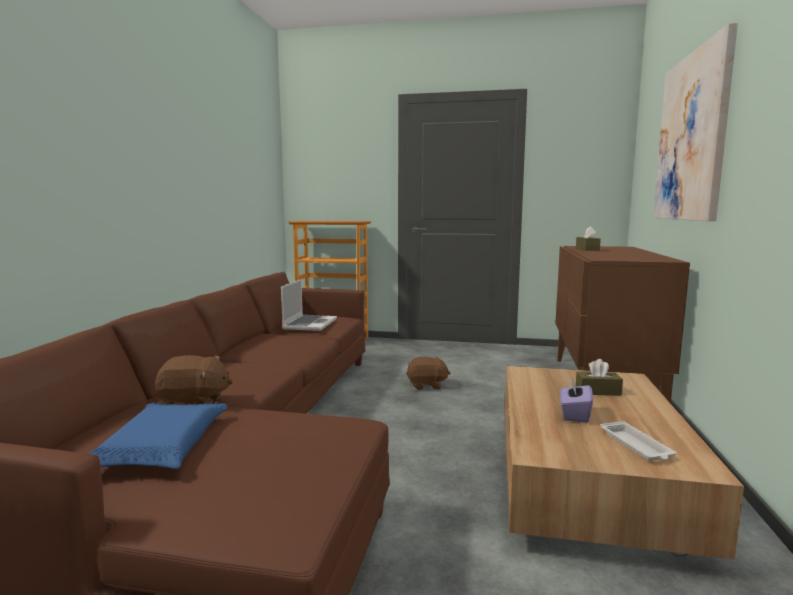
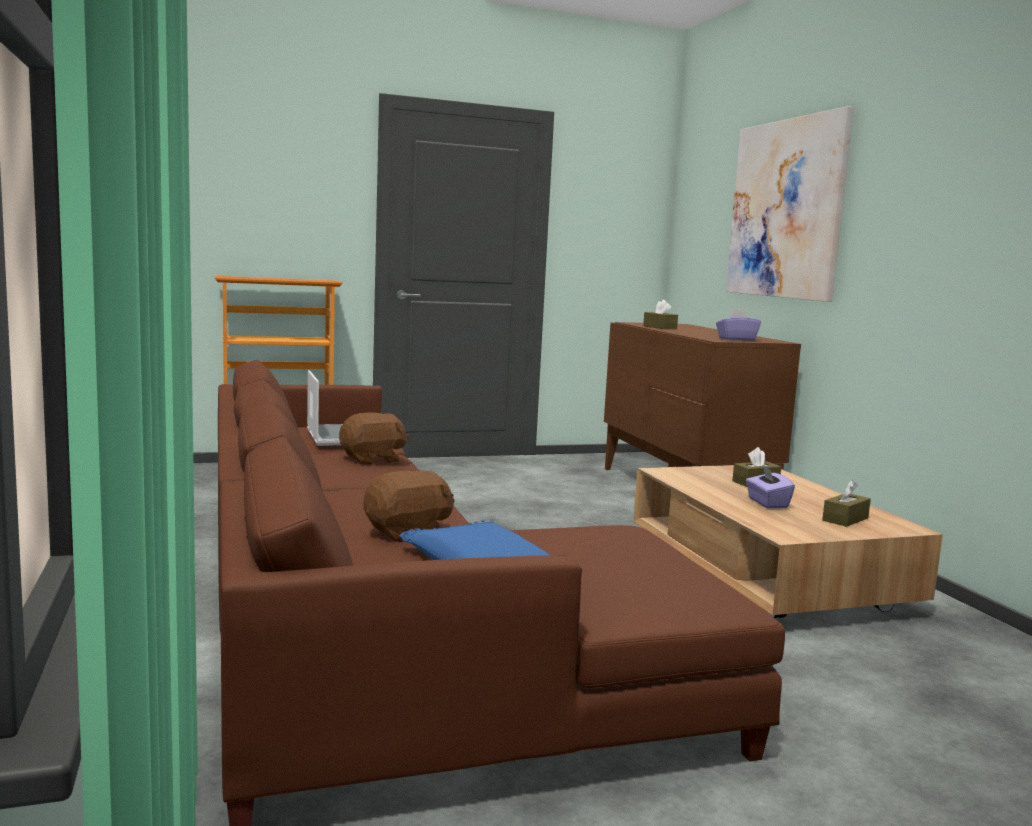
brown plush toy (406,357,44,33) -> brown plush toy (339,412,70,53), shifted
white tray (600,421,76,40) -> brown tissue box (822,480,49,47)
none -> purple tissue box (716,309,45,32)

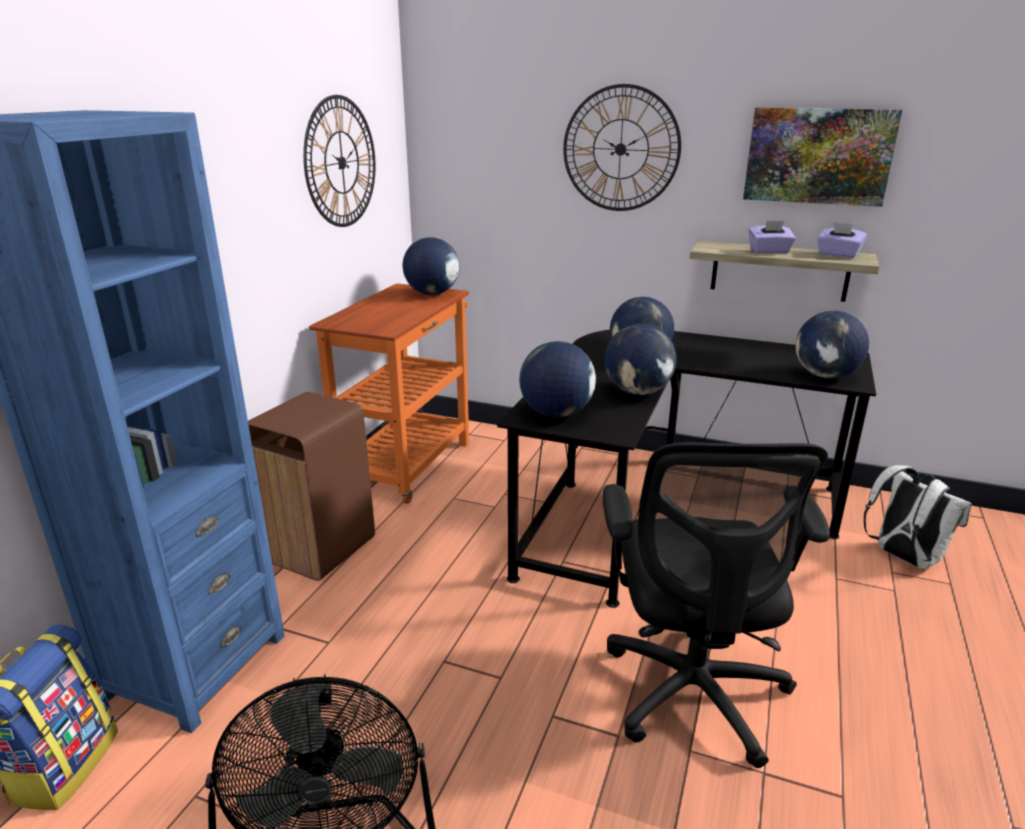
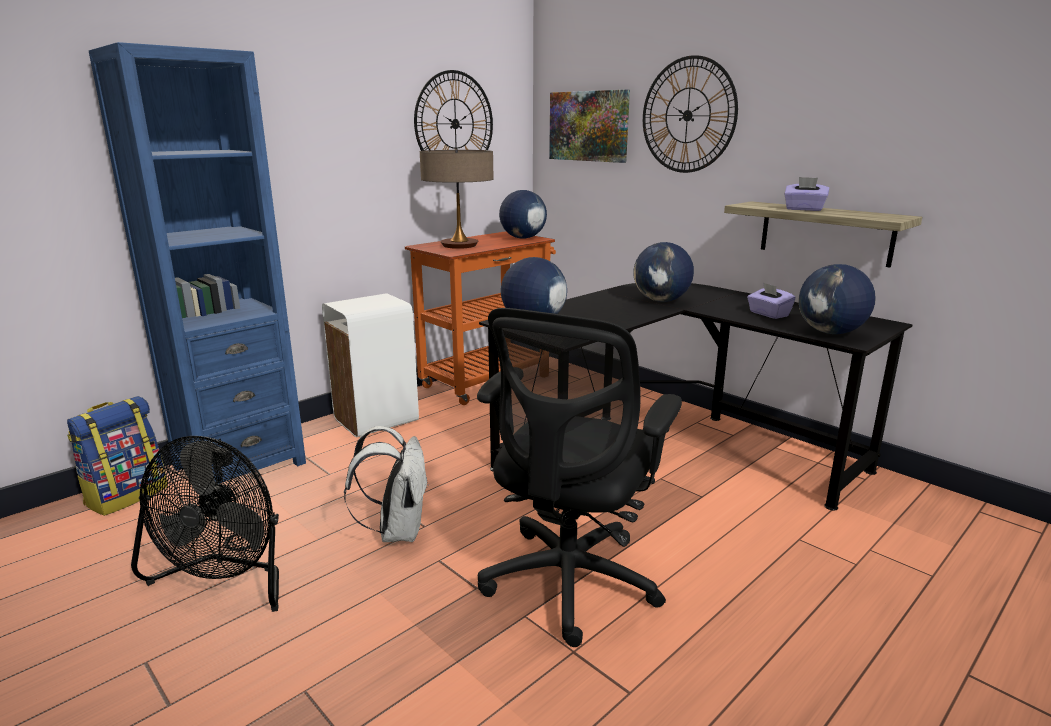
brown trash can (248,392,127,189) -> white trash can (322,293,97,144)
globe (604,324,73,71) -> none
picture (743,107,159,100) -> picture (549,90,81,73), shifted
purple tissue box (817,222,50,36) -> purple tissue box (747,282,49,37), shifted
white backpack (864,465,108,104) -> white backpack (344,426,85,116), shifted
none -> table lamp (420,149,73,100)

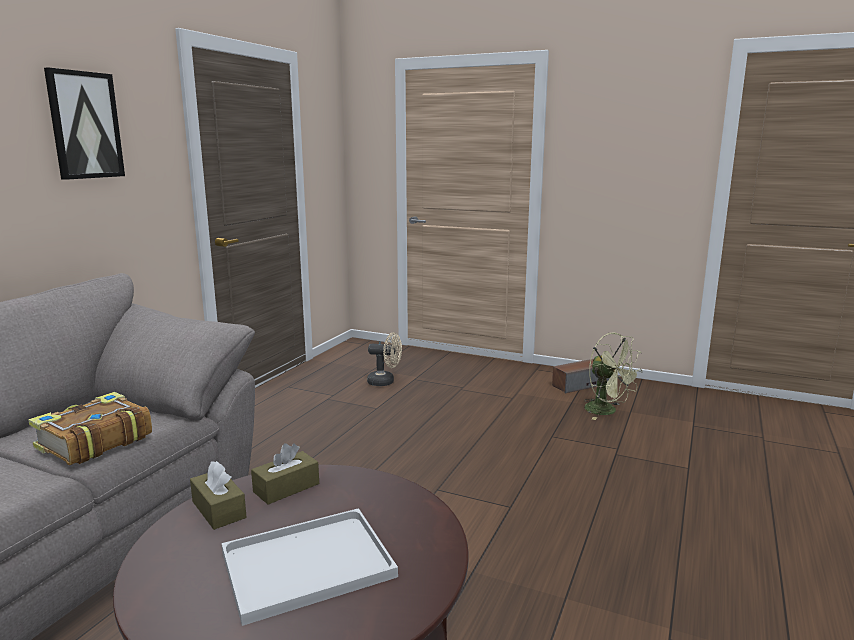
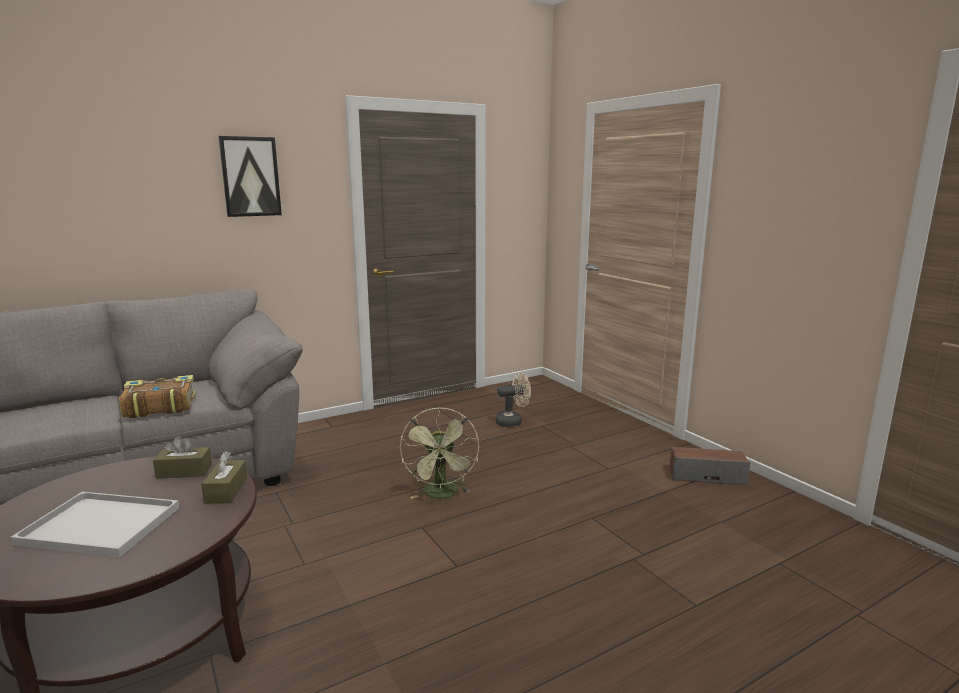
brown tissue box (190,461,56,69) -> brown tissue box (201,451,47,53), shifted
beige fan (367,333,35,53) -> beige fan (496,373,35,54), 60 degrees counterclockwise
green fan (584,332,58,88) -> green fan (400,408,79,91), shifted

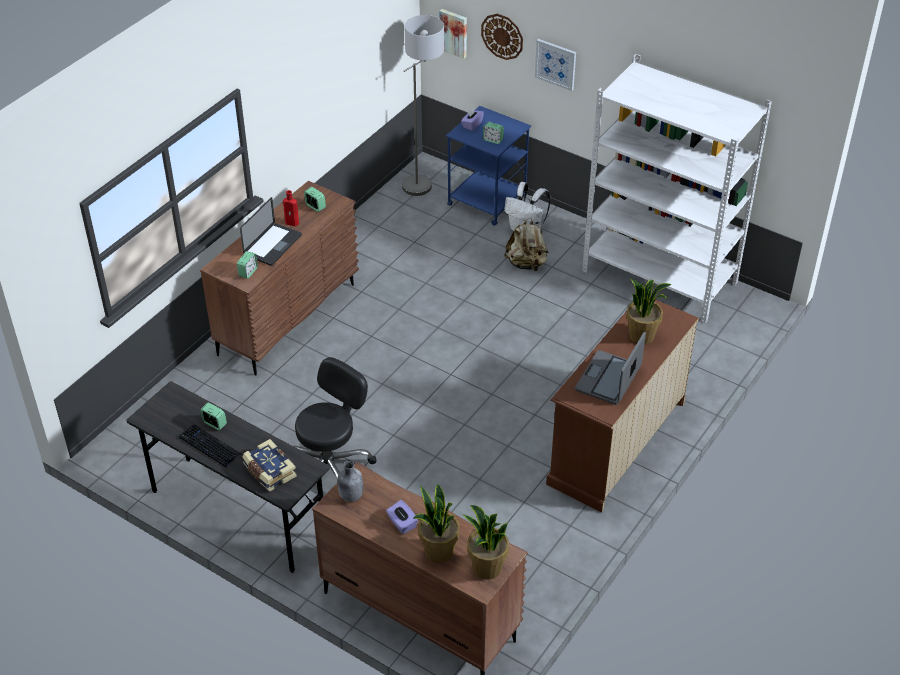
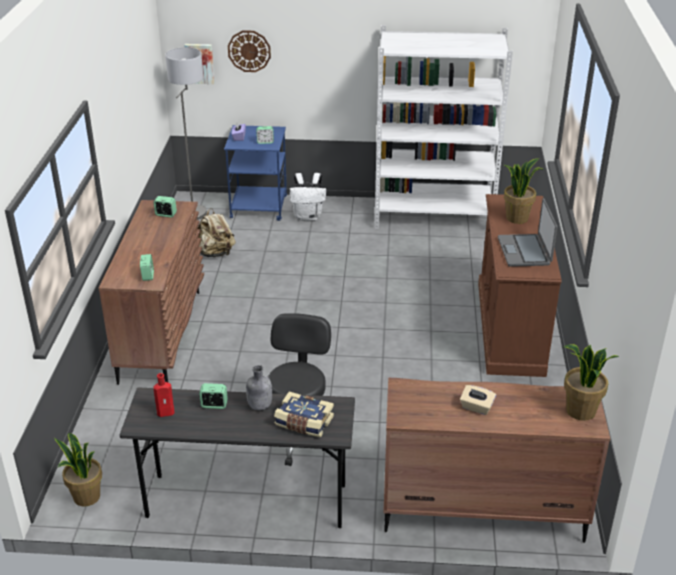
keyboard (179,424,62,44) -> none
laptop (240,197,62,69) -> none
red bottle (283,190,16,36) -> red bottle (153,373,22,44), shifted
grey bottle (337,461,26,41) -> grey bottle (246,365,26,45), shifted
purple tissue box (386,500,32,34) -> beige tissue box (460,385,36,30)
potted plant (413,484,47,79) -> potted plant (54,433,48,74), shifted
beige backpack (504,218,45,53) -> beige backpack (198,208,38,49), shifted
picture (535,39,41,52) -> none

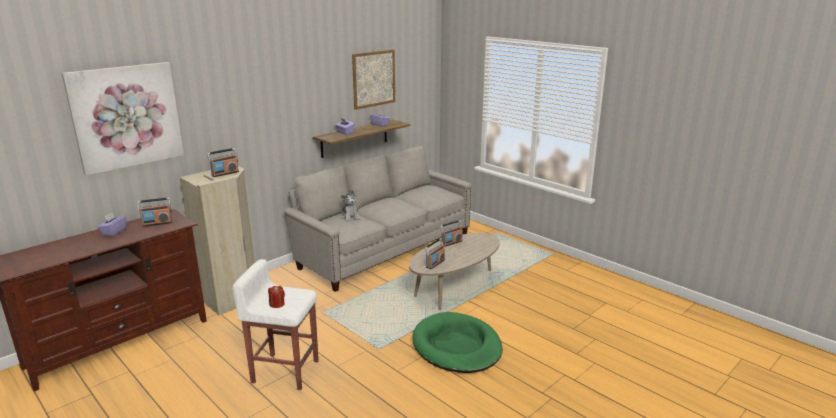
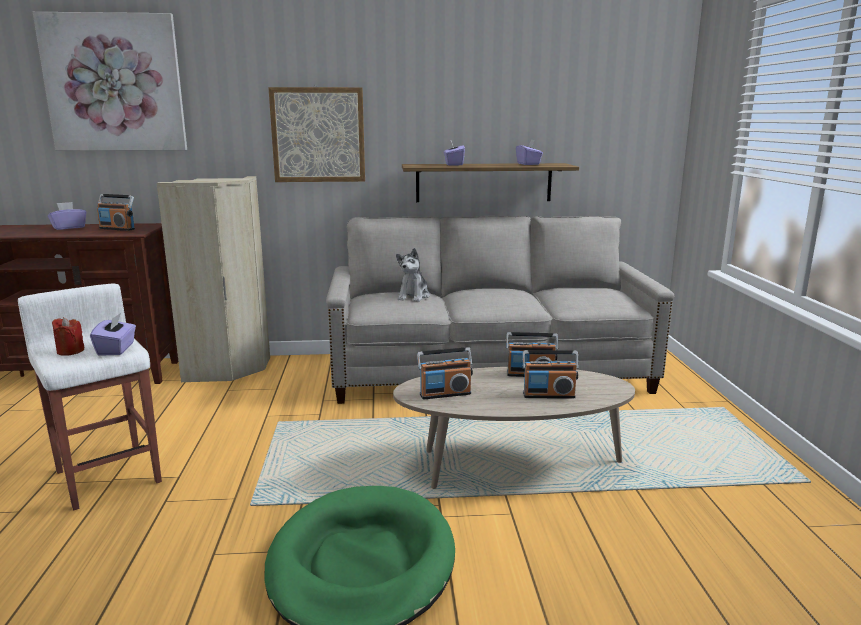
radio (207,148,32,29) -> radio (522,350,57,49), shifted
picture (352,49,43,61) -> picture (268,85,97,97), shifted
none -> purple tissue box (90,313,46,43)

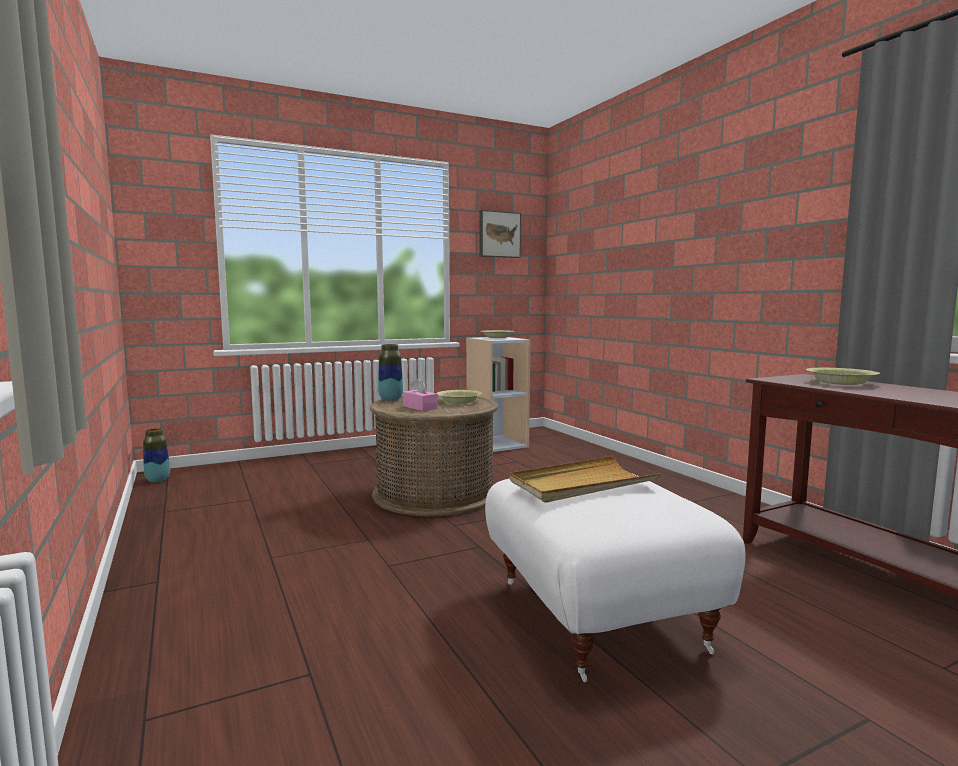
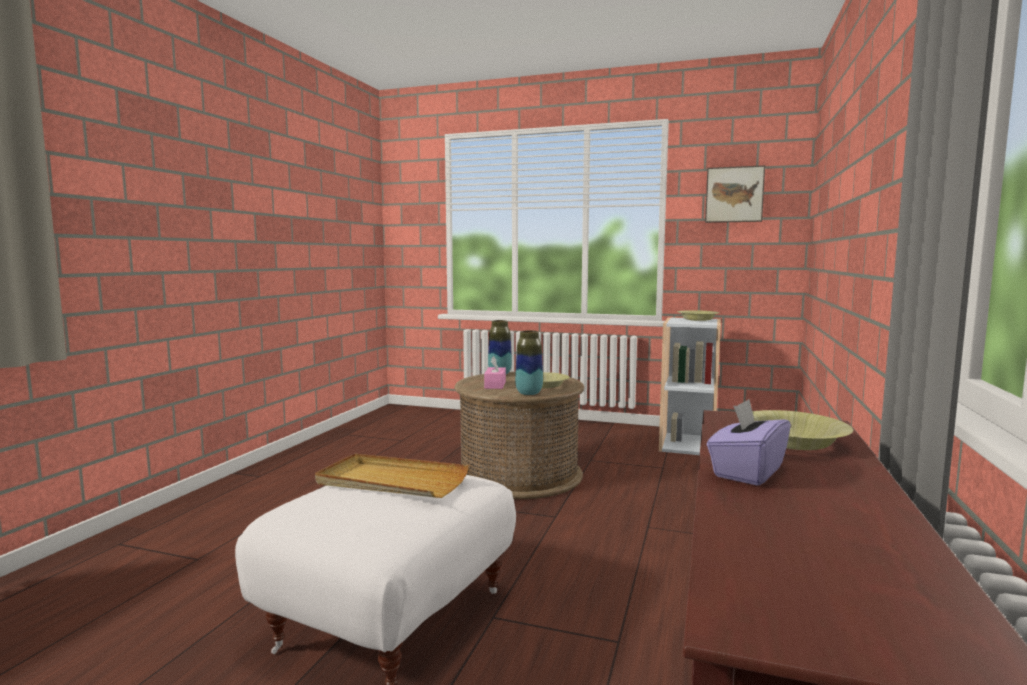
vase (143,428,27,54) -> vase (515,331,28,64), shifted
none -> purple tissue box (707,399,84,87)

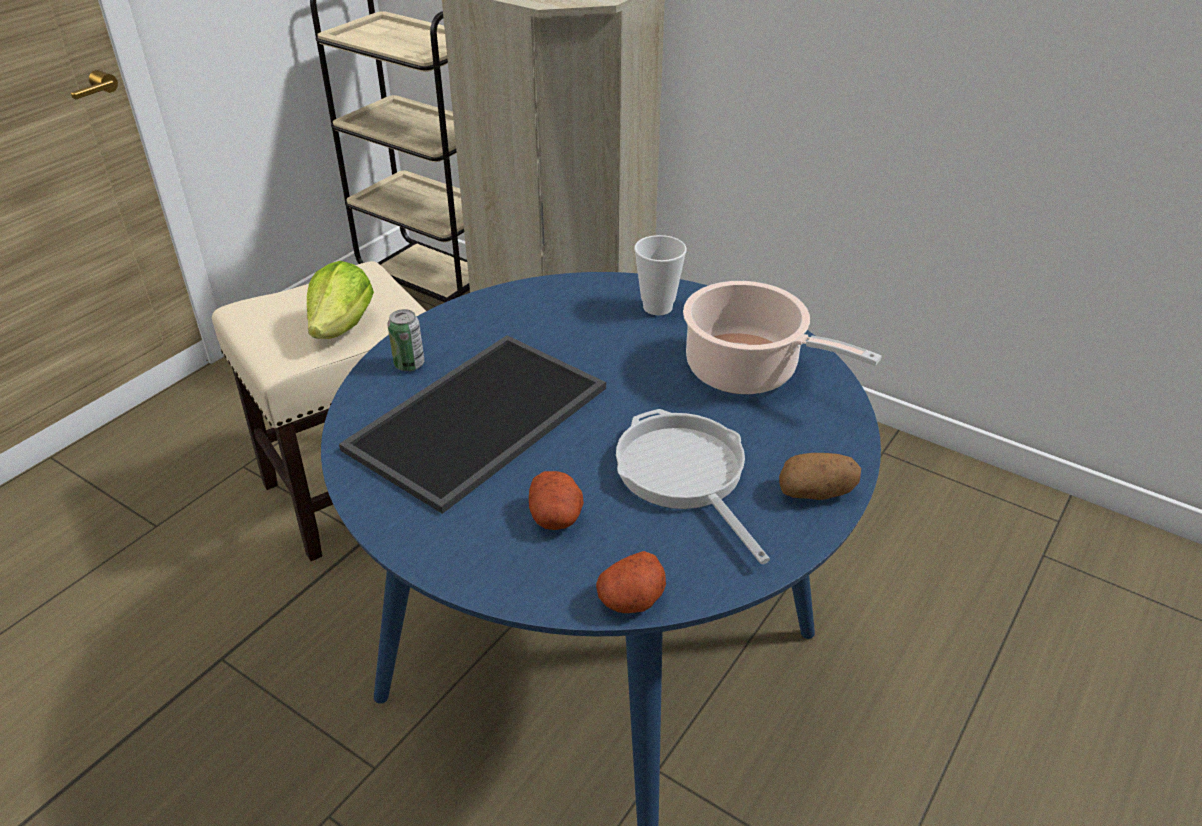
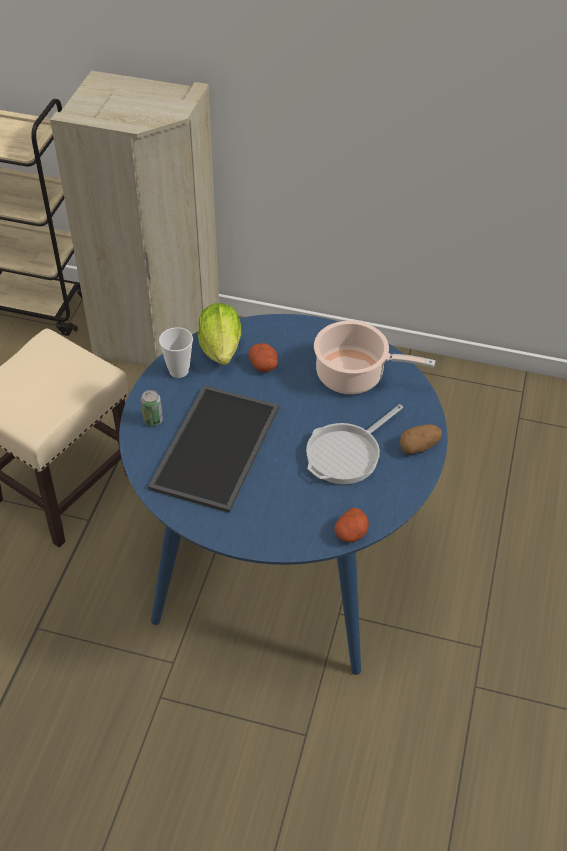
lettuce (307,261,67,78) -> lettuce (198,303,43,62), shifted
potato (529,471,55,59) -> potato (248,343,30,29), shifted
frying pan (616,409,154,155) -> frying pan (306,404,97,80), 90 degrees counterclockwise
cup (634,235,53,80) -> cup (159,327,34,51), shifted

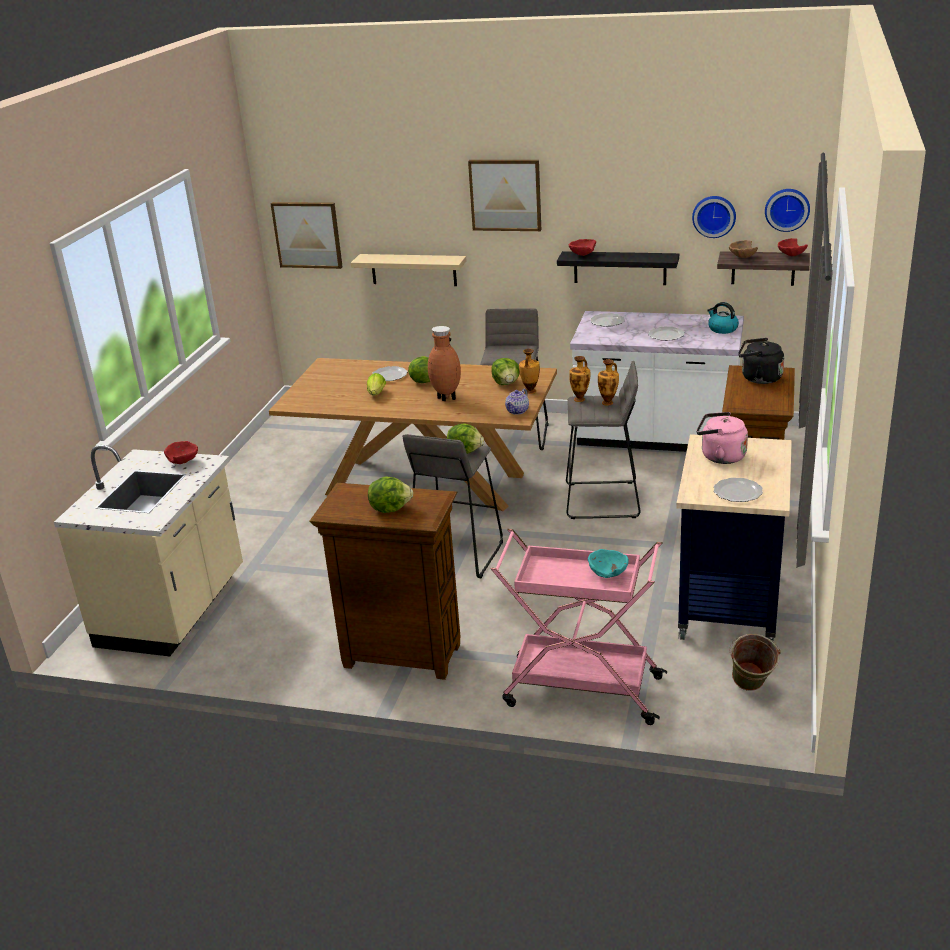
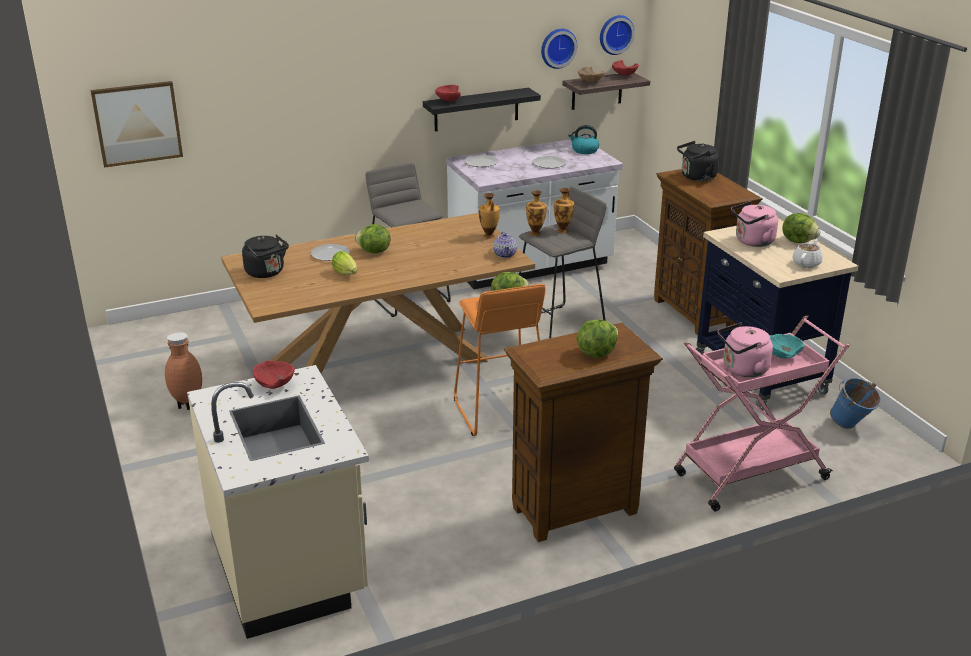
beige shelf (351,254,116,32) -> none
grey stool (403,434,100,144) -> orange stool (454,284,92,152)
brown vase (428,326,33,75) -> brown vase (165,332,37,78), shifted
picture (468,160,73,71) -> none
lettuce (491,358,29,27) -> lettuce (782,213,39,30), shifted
plate (714,478,49,24) -> white teapot (793,239,30,29)
green bucket (729,634,52,57) -> blue bucket (830,377,51,52)
none -> black kettle (242,235,47,43)
none -> pink kettle (718,323,55,54)

